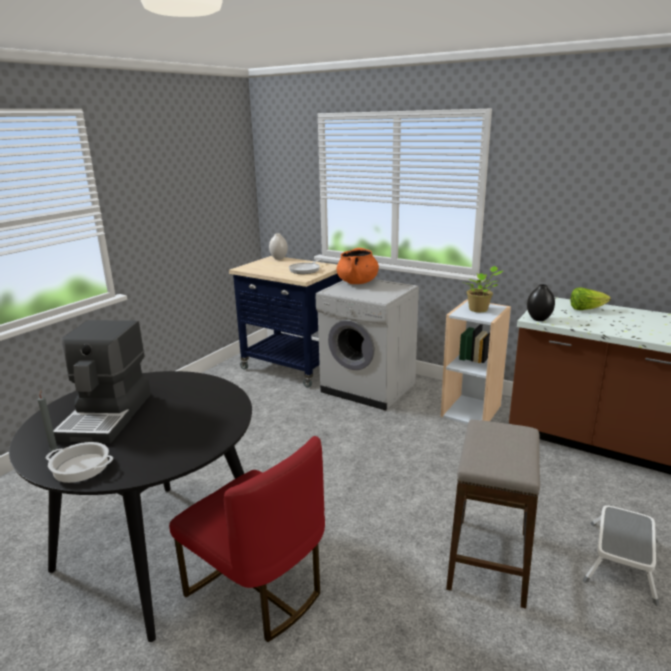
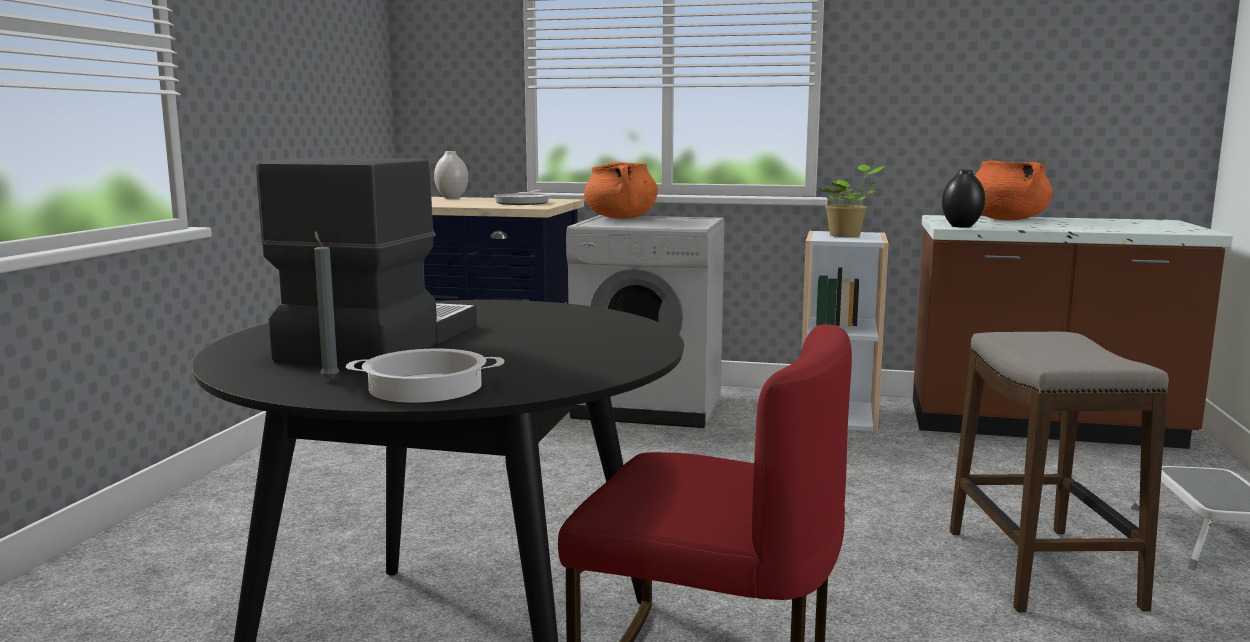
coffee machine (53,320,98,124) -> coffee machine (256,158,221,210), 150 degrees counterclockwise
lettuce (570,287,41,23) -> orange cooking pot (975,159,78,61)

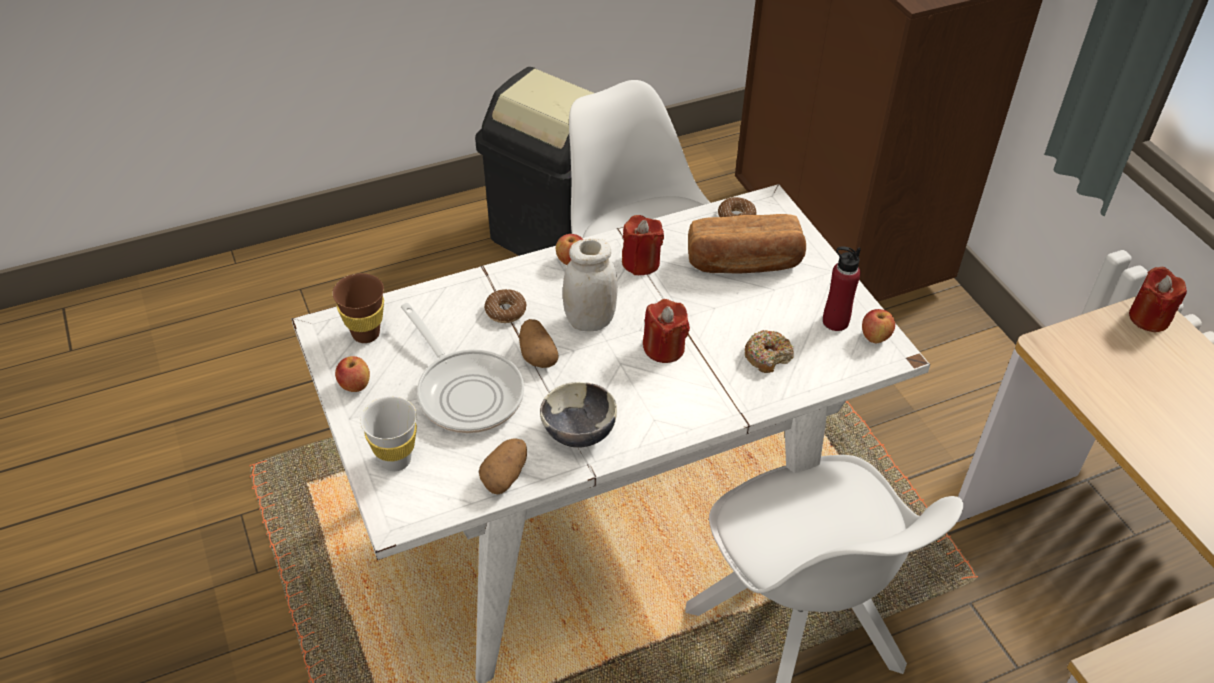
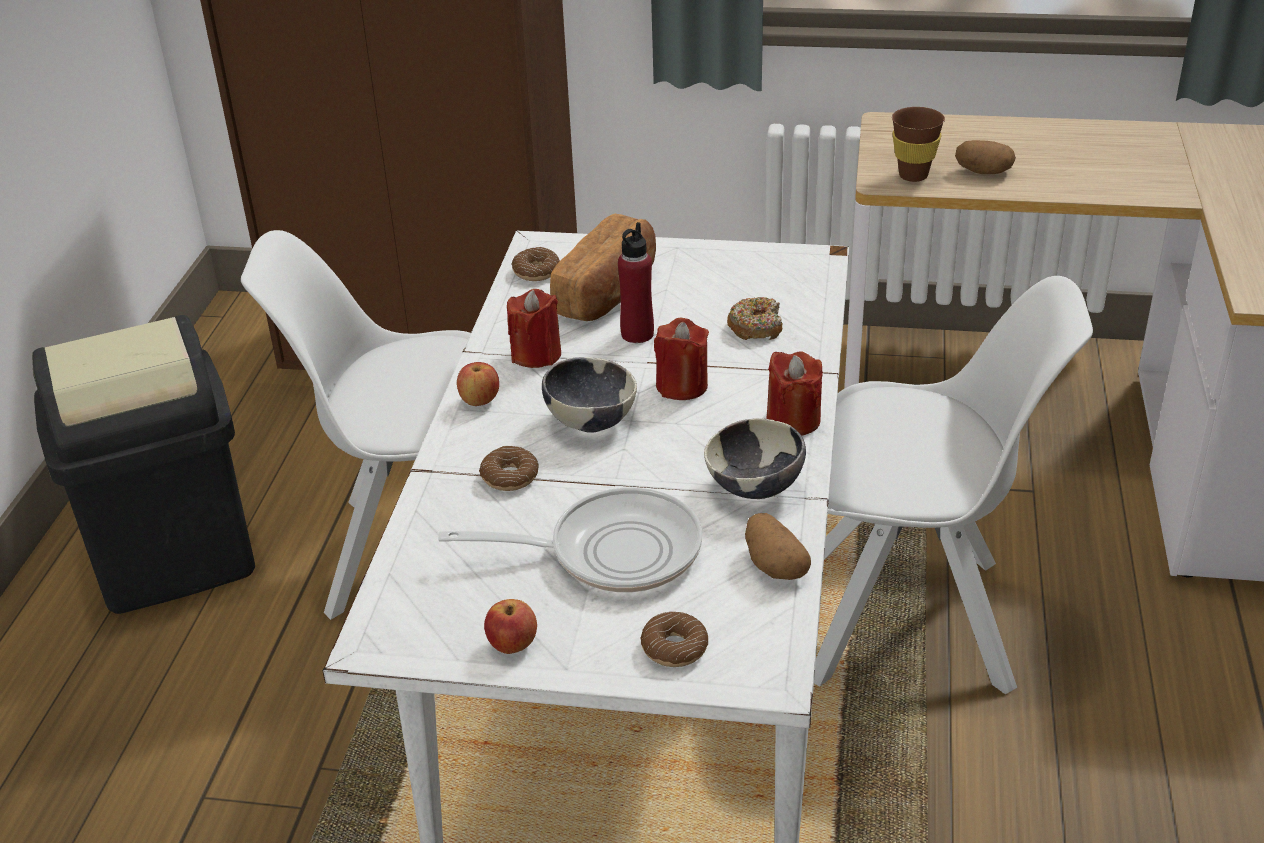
brown cup (332,273,52,70) -> brown cup (892,107,53,75), shifted
white cup (360,396,57,75) -> donut (640,612,68,55)
potato (519,319,40,49) -> potato (955,140,61,34), shifted
white jar (563,238,55,93) -> bowl (542,357,95,76)
red bottle (823,247,38,84) -> red bottle (618,222,36,121), shifted
apple (862,309,33,34) -> none
red candle (1129,267,58,65) -> red candle (767,351,55,85), shifted

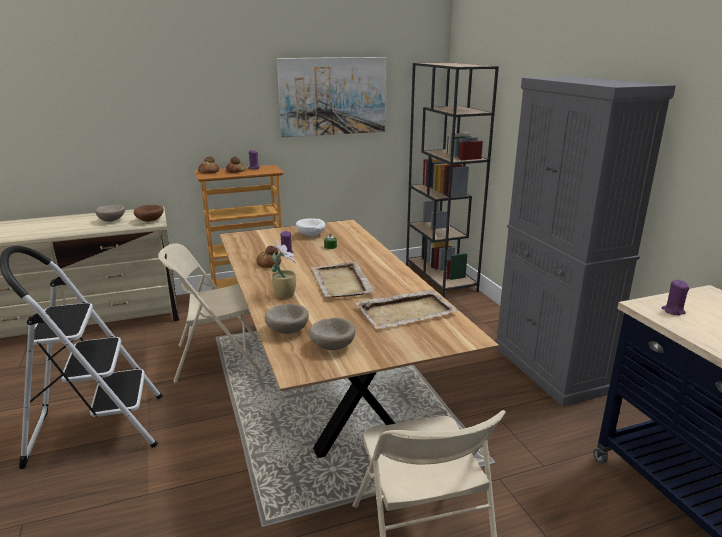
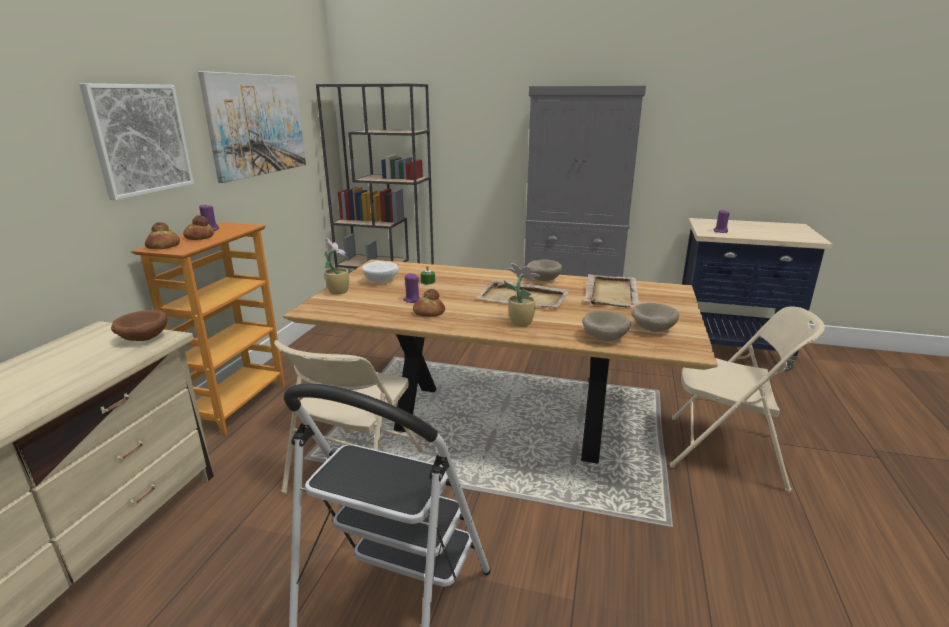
beige bowl (95,205,30,17) -> beige bowl (527,260,35,21), shifted
none -> picture (79,83,115,117)
none -> potted plant (324,237,25,58)

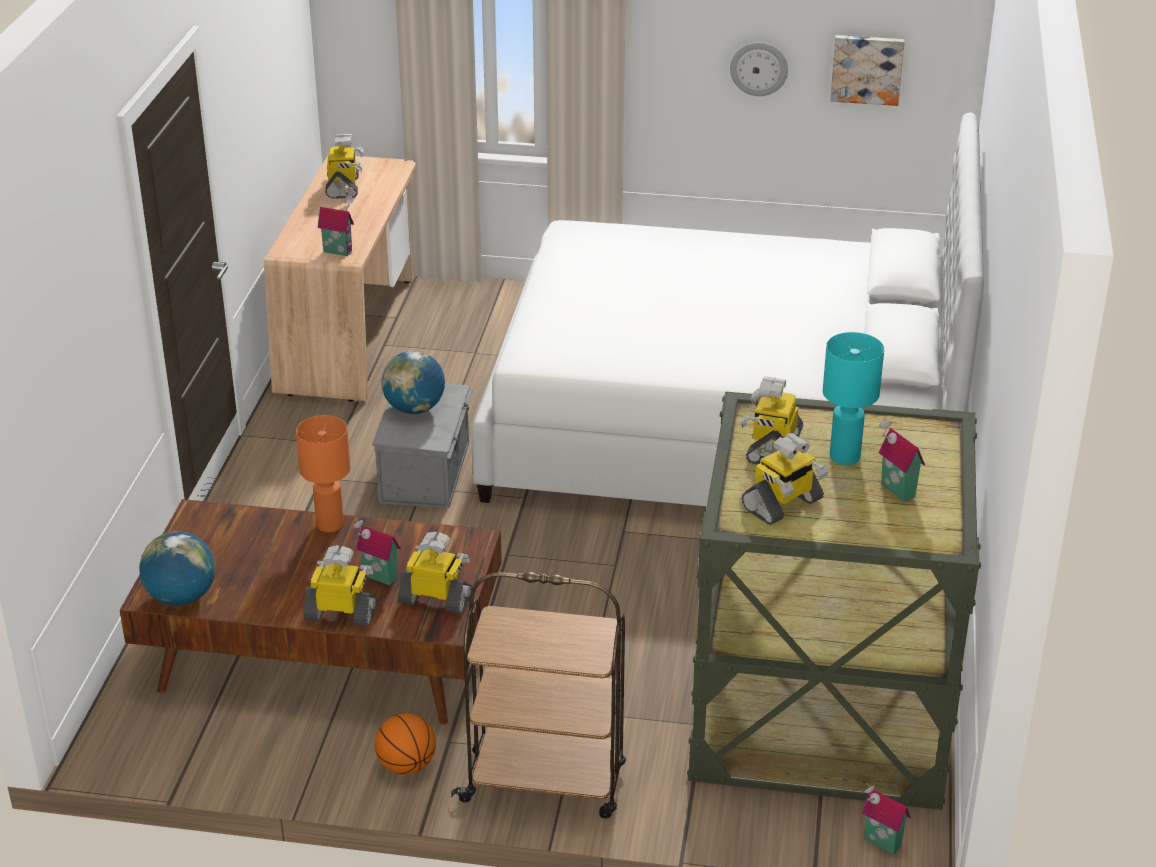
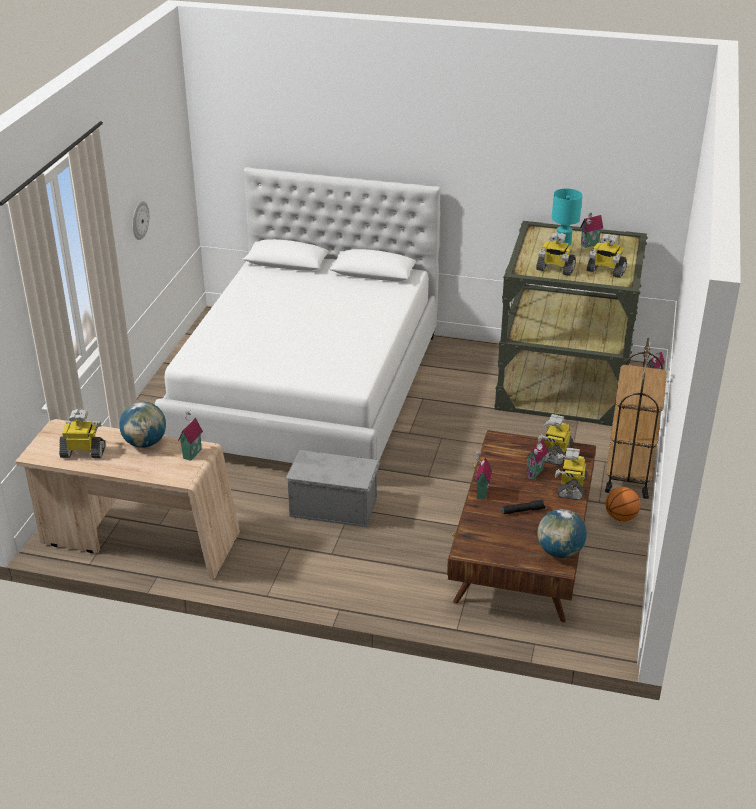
orange table lamp (296,415,54,117) -> toy house (475,450,17,50)
globe (382,351,63,63) -> globe (119,402,47,46), shifted
toy robot (742,433,87,92) -> toy robot (587,234,40,44), 150 degrees clockwise
picture (830,35,75,71) -> none
none -> black flashlight (502,500,43,14)

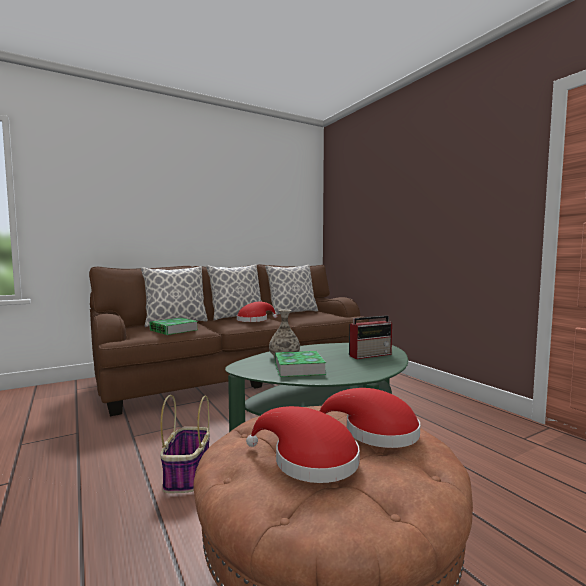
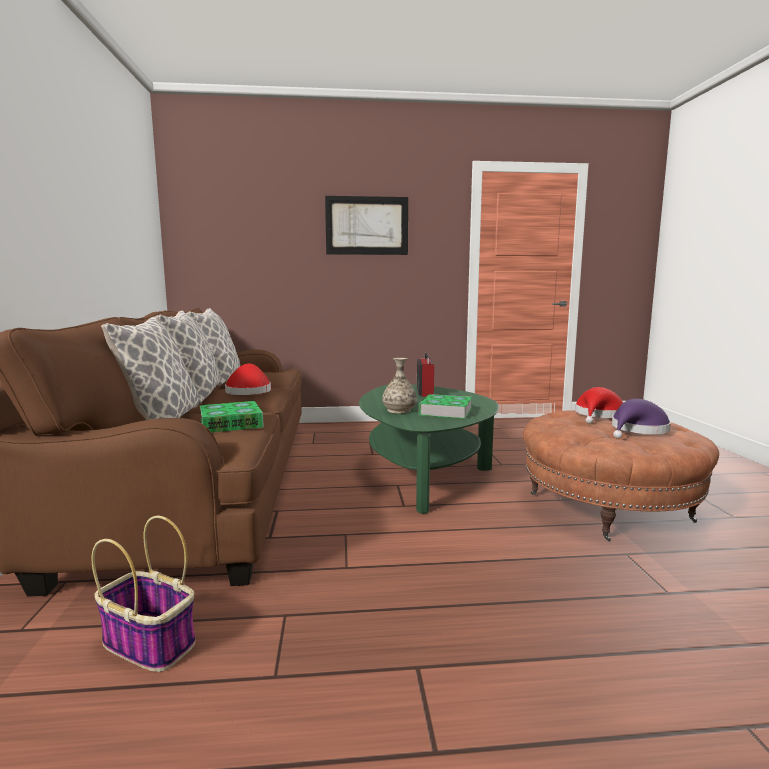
basket (160,395,50,98) -> basket (92,516,104,156), shifted
red hat (246,406,114,77) -> purple hat (612,399,59,40)
none -> picture (325,196,83,59)

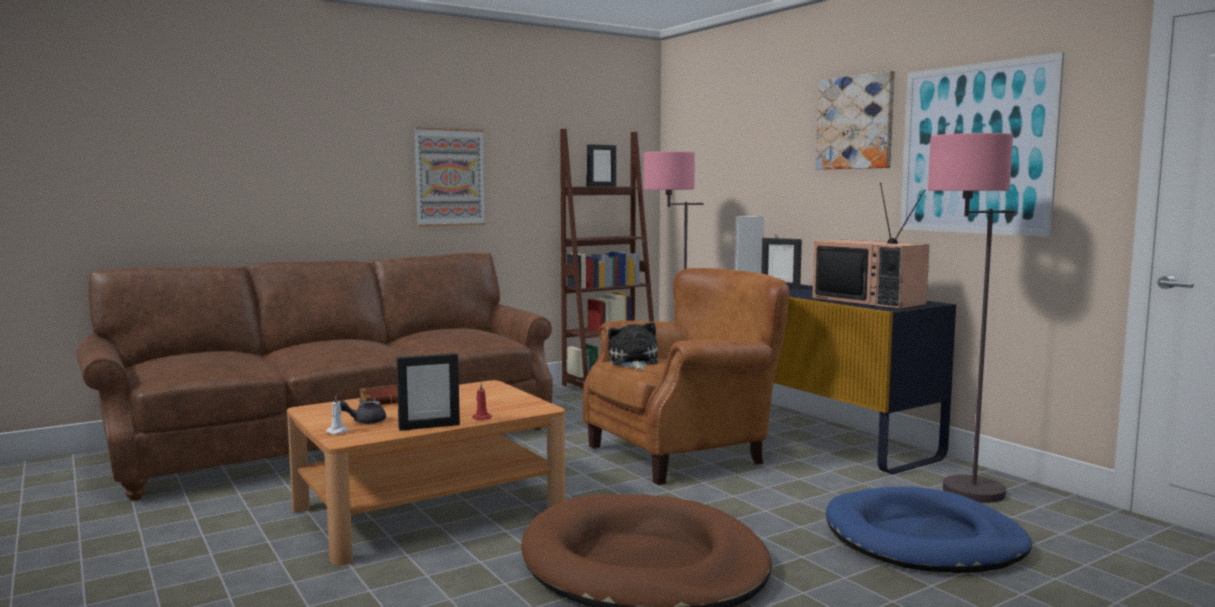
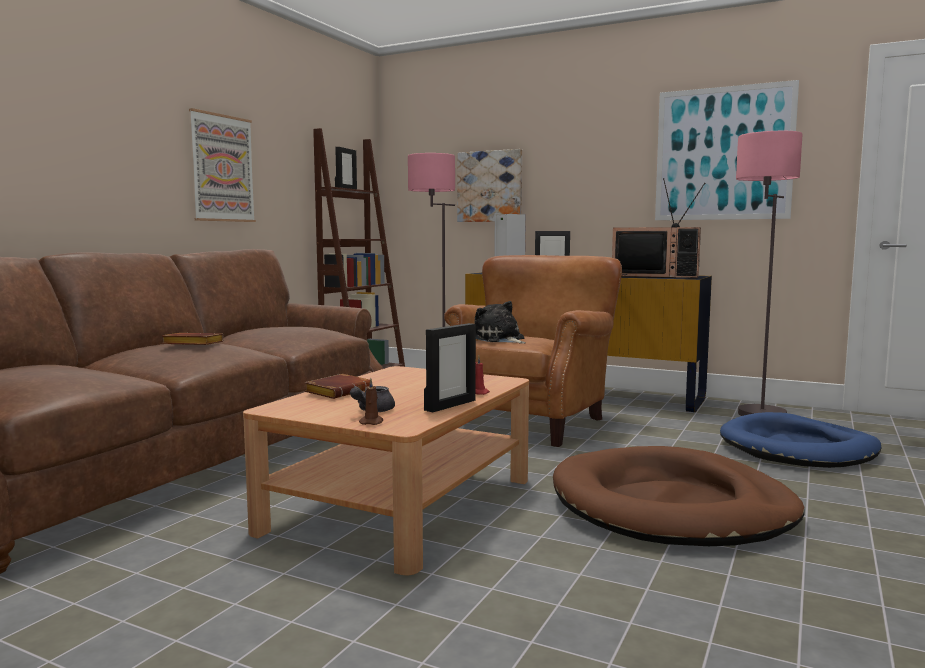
white candle (326,395,23,39) -> brown candle (359,378,24,47)
picture (816,70,79,100) -> picture (457,149,65,73), shifted
none -> brown book (162,333,62,12)

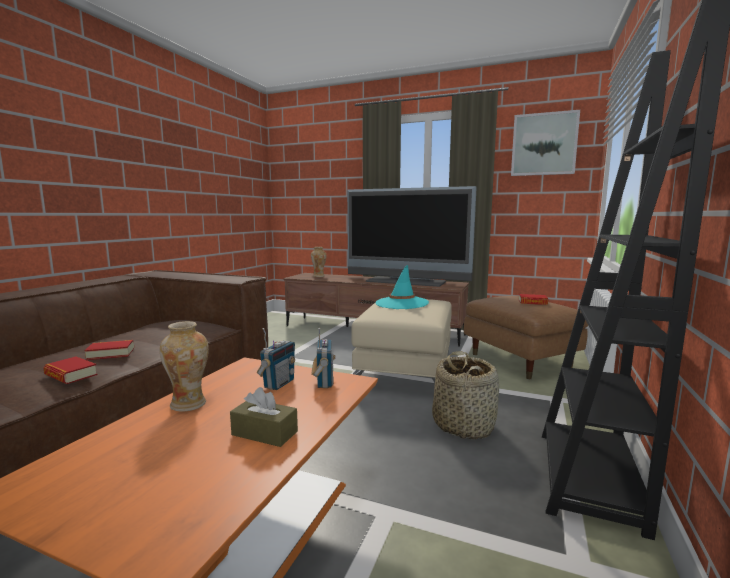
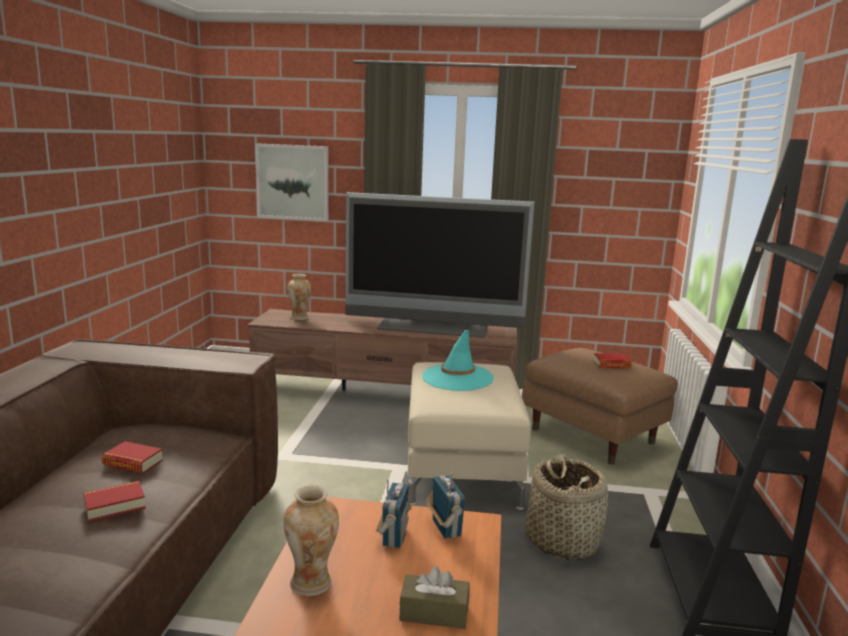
book (43,356,55,28) -> book (102,441,61,32), shifted
picture (511,110,69,66) -> picture (255,143,74,78), shifted

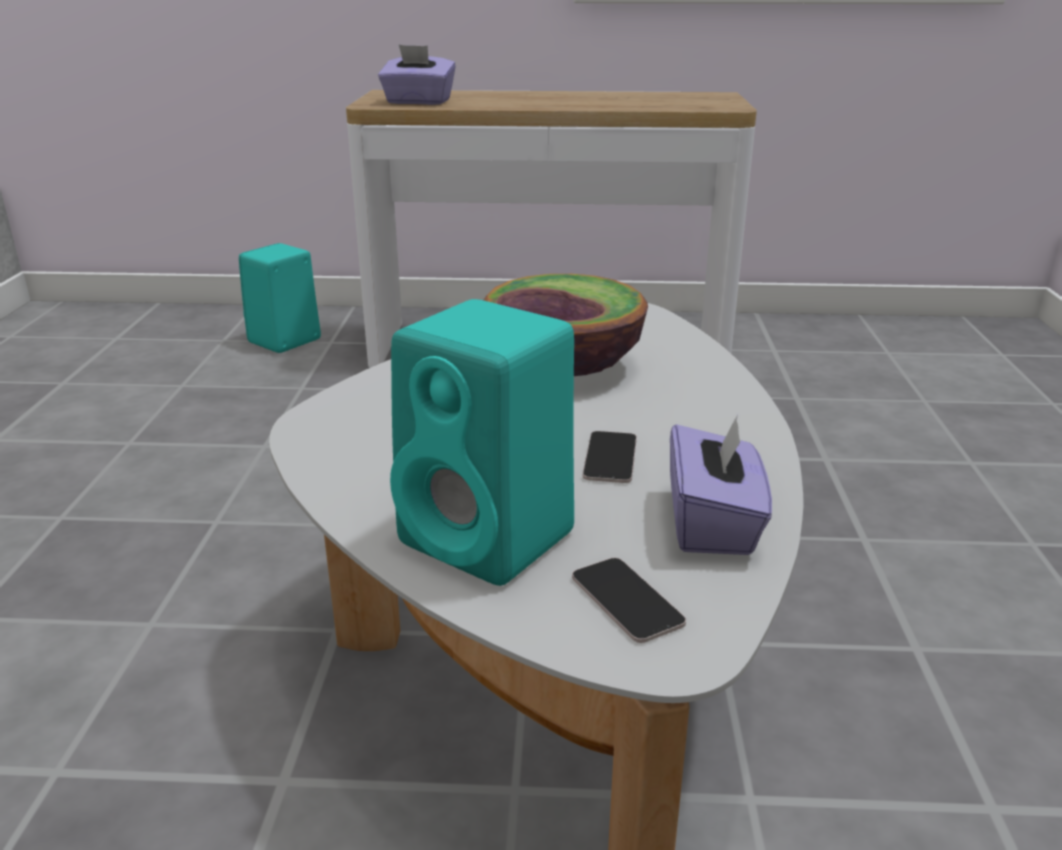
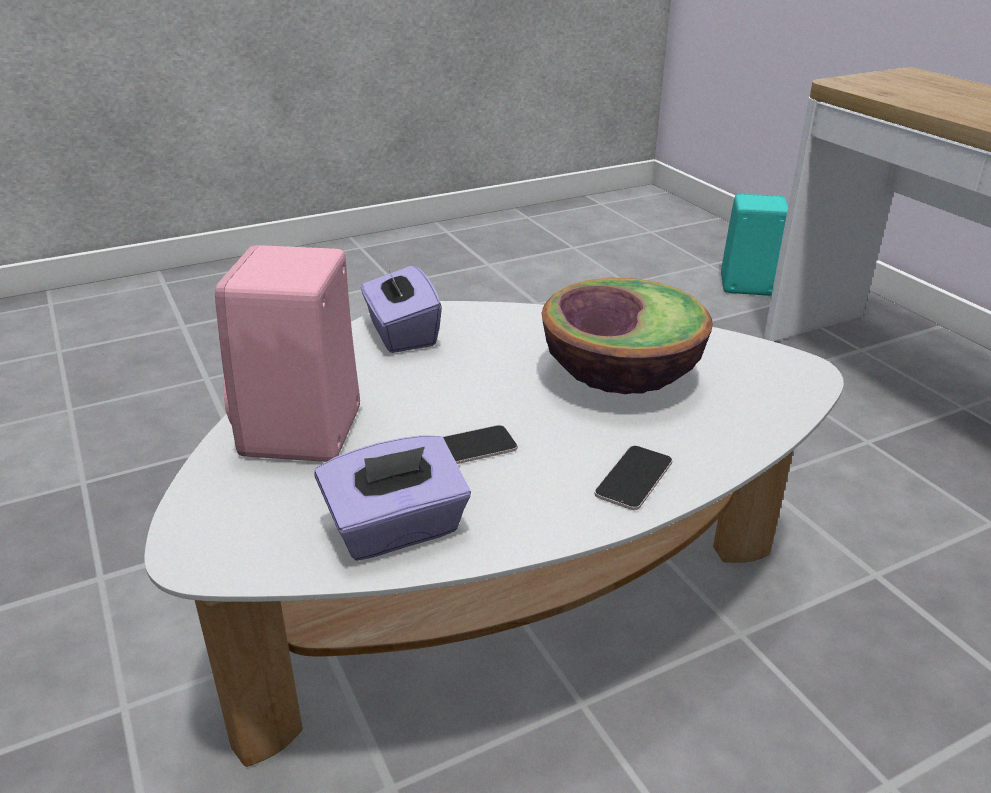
purple tissue box (378,45,78,60) -> purple tissue box (361,260,81,93), shifted
turquoise speaker (390,299,184,287) -> pink speaker (215,245,145,217)
phone (572,558,114,85) -> phone (595,445,78,65), shifted

